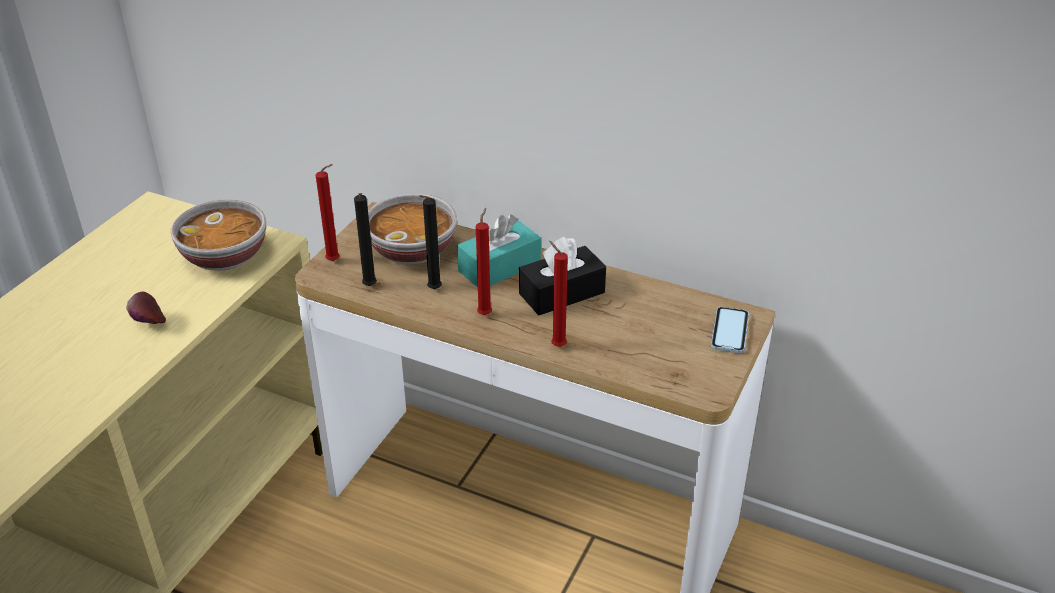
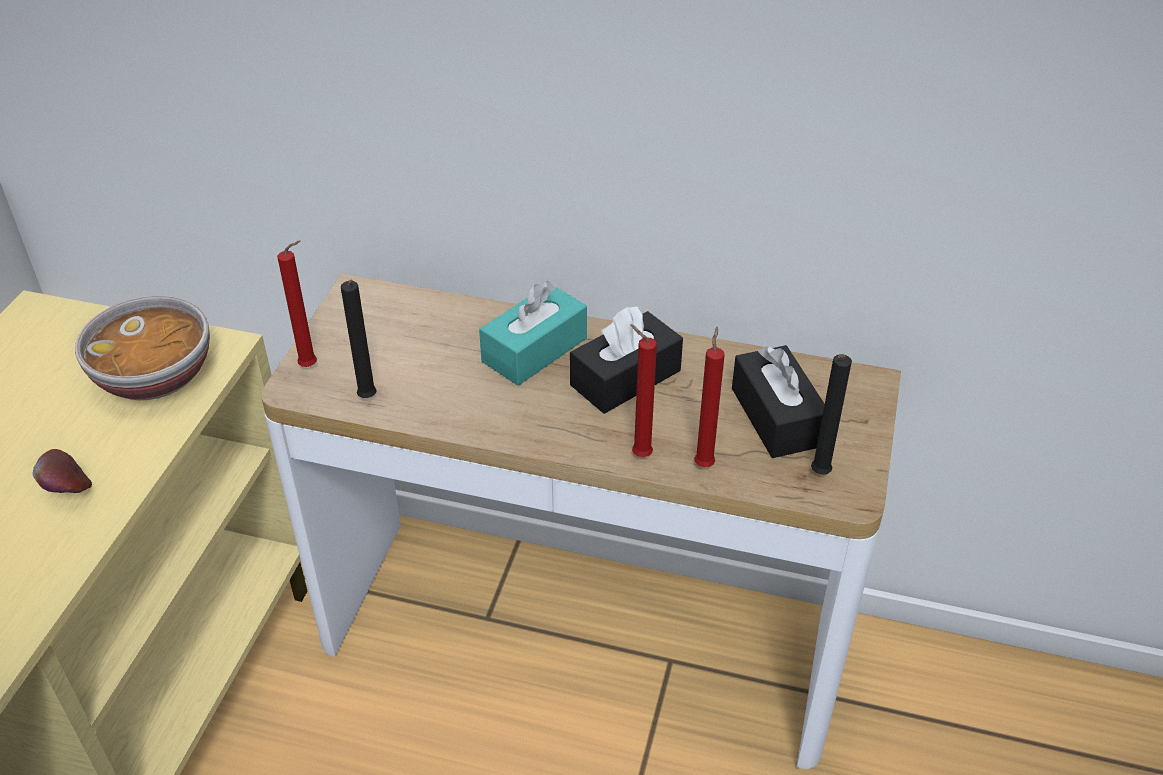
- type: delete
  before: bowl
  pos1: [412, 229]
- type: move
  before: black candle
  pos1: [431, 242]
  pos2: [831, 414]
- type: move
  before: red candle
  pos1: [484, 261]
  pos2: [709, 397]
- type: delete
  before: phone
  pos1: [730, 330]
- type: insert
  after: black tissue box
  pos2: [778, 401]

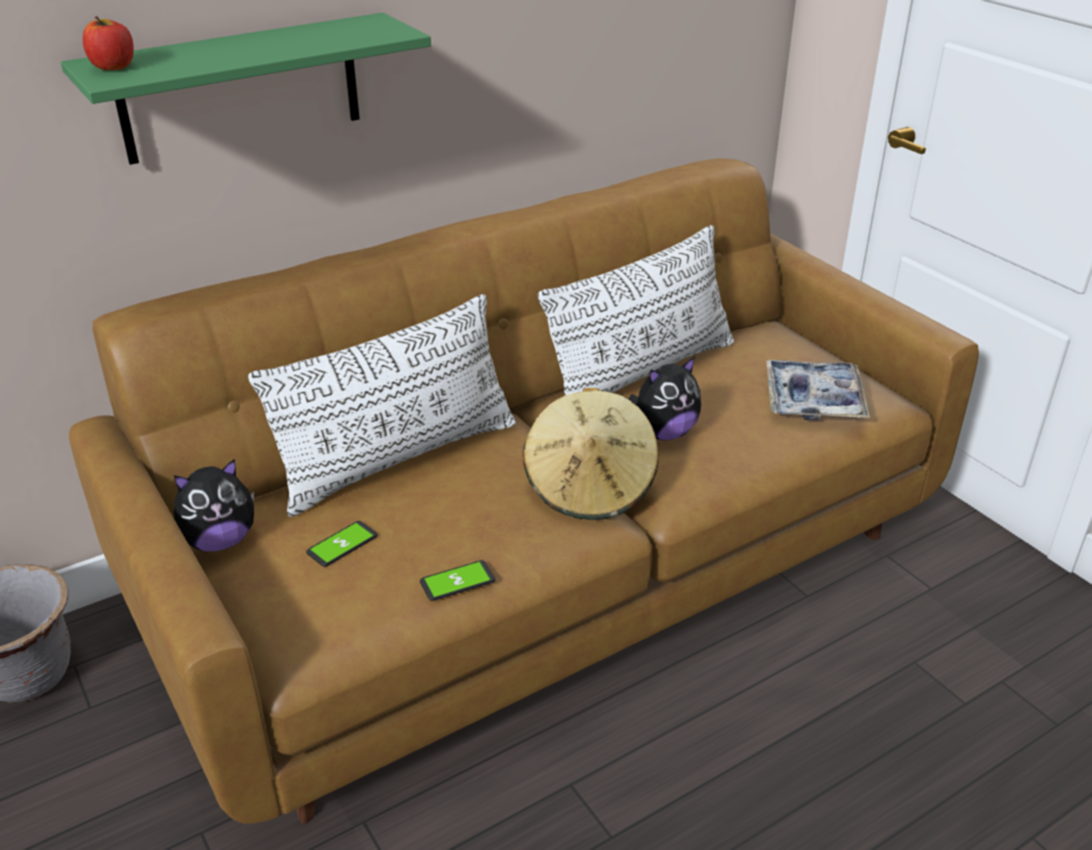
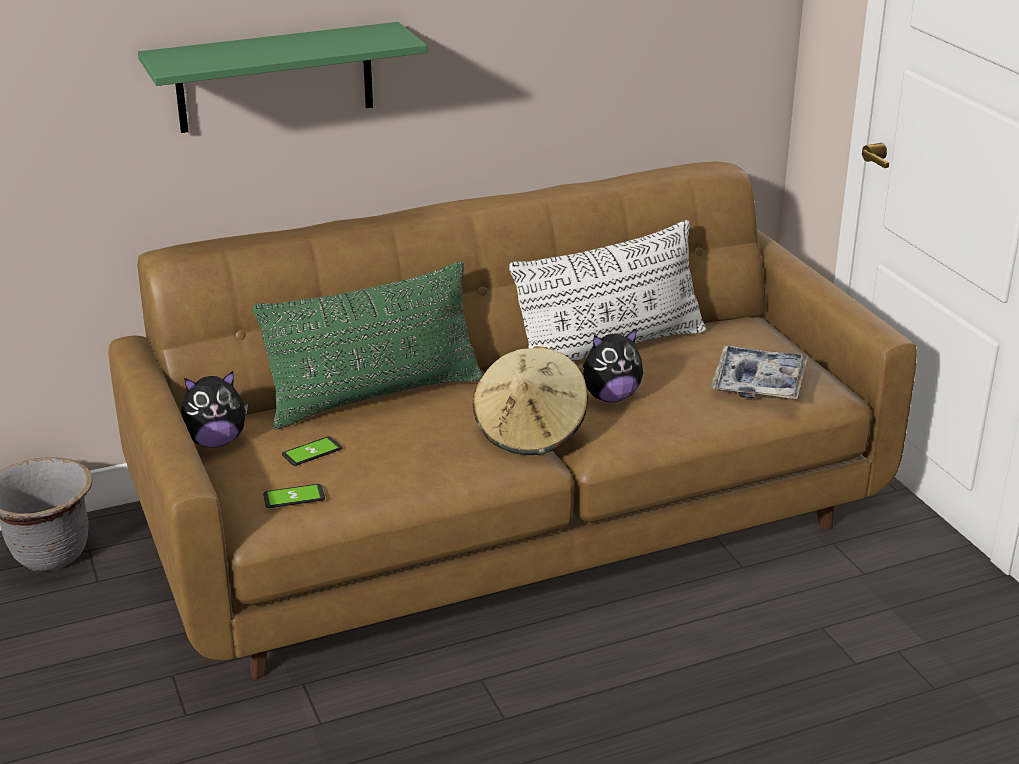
- type: delete
  before: apple
  pos1: [108, 43]
- type: recolor
  before: white pillow
  after: green pillow
  pos1: [382, 405]
  pos2: [368, 345]
- type: move
  before: phone
  pos1: [457, 580]
  pos2: [294, 496]

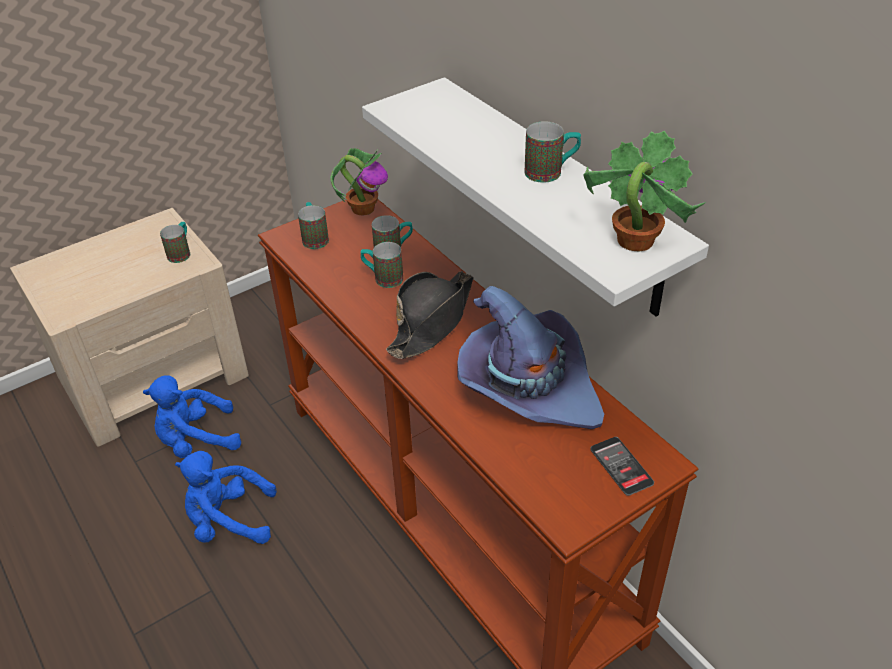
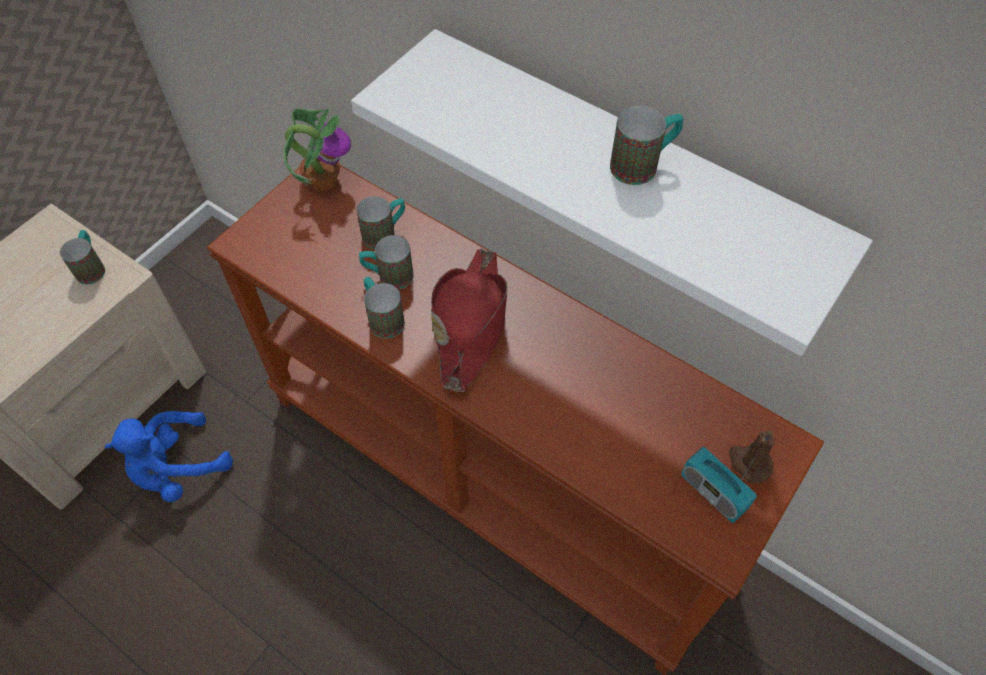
- type: delete
  before: potted plant
  pos1: [644, 191]
- type: move
  before: mug
  pos1: [313, 225]
  pos2: [384, 308]
- type: recolor
  before: black hat
  after: red hat
  pos1: [429, 315]
  pos2: [469, 320]
- type: delete
  before: purple hat
  pos1: [530, 357]
- type: replace
  before: phone
  after: brown candle
  pos1: [622, 466]
  pos2: [751, 456]
- type: delete
  before: blue plush toy
  pos1: [226, 497]
- type: insert
  after: radio
  pos2: [720, 485]

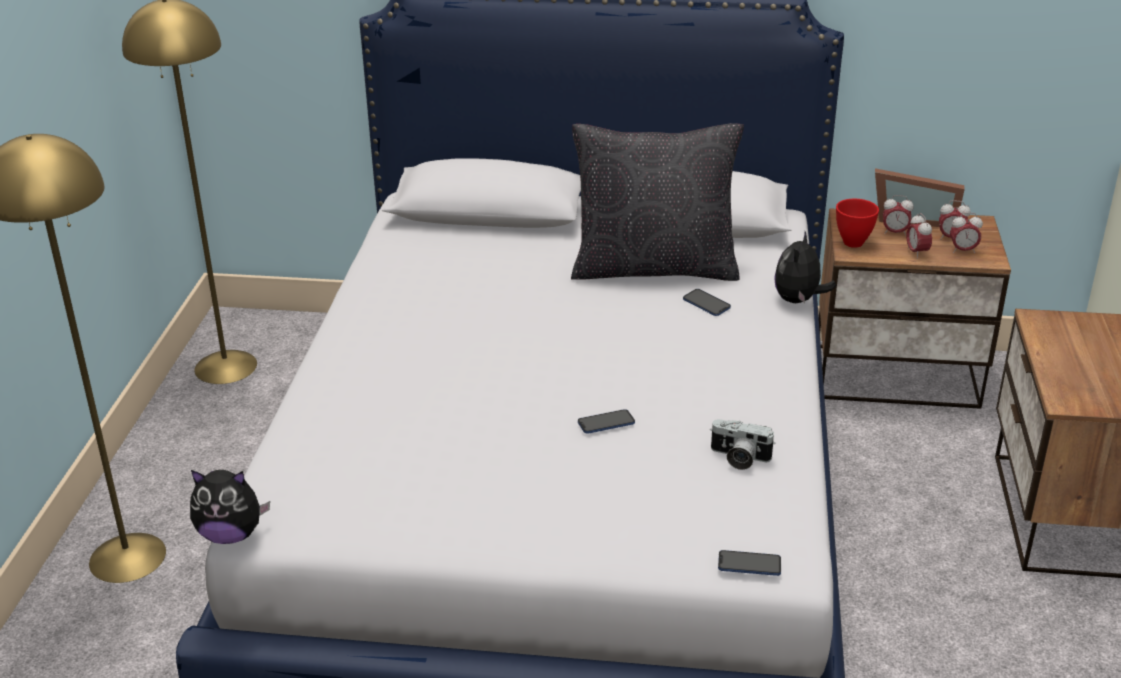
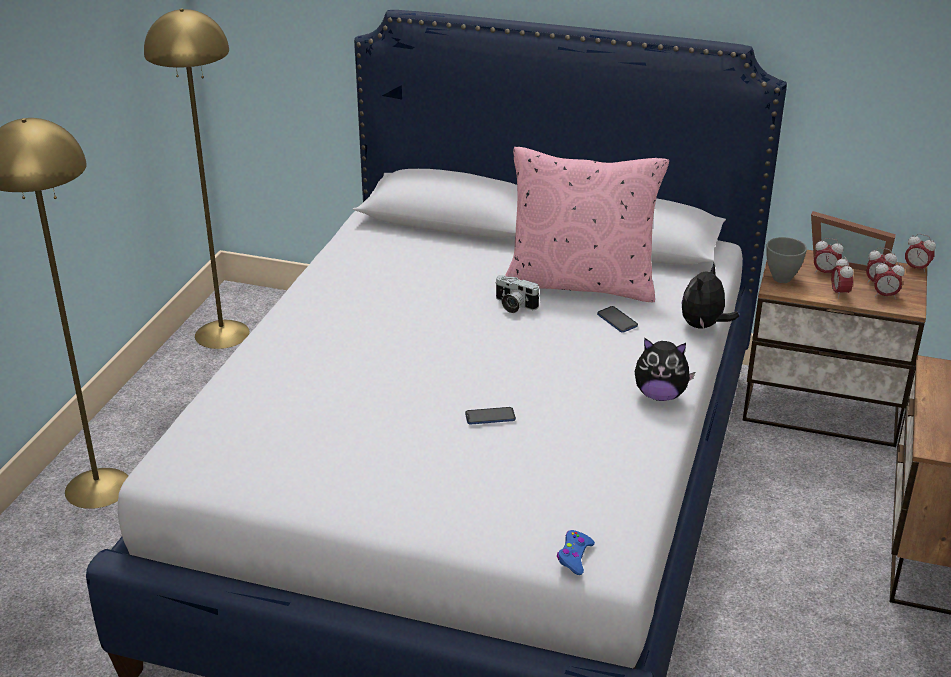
- type: recolor
  before: black pillow
  after: pink pillow
  pos1: [657, 202]
  pos2: [587, 224]
- type: recolor
  before: red bowl
  after: grey bowl
  pos1: [857, 223]
  pos2: [786, 260]
- type: move
  before: photo camera
  pos1: [743, 444]
  pos2: [517, 294]
- type: move
  before: plush toy
  pos1: [230, 507]
  pos2: [665, 369]
- type: replace
  before: phone
  after: blue game controller
  pos1: [749, 563]
  pos2: [576, 552]
- type: insert
  after: alarm clock
  pos2: [920, 253]

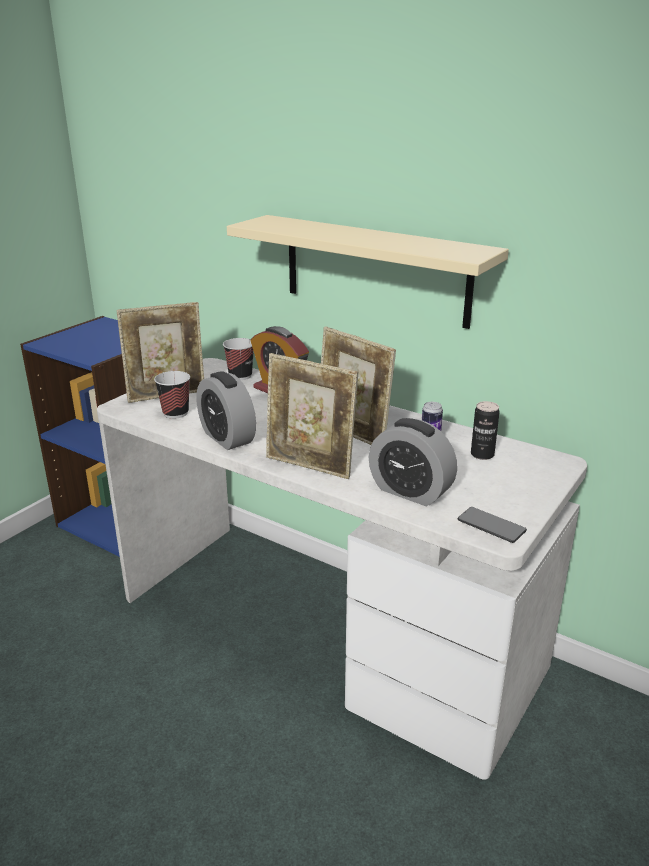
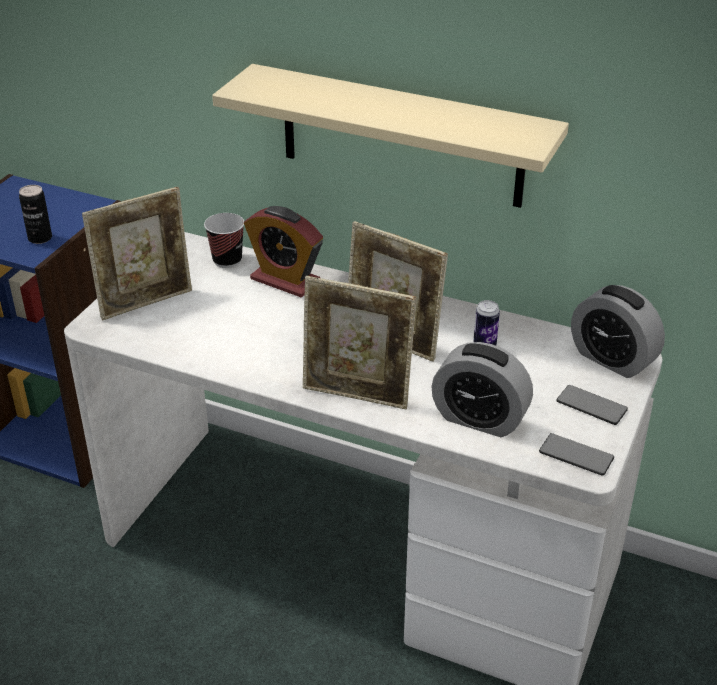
- type: delete
  before: cup
  pos1: [172, 395]
- type: move
  before: alarm clock
  pos1: [226, 410]
  pos2: [618, 331]
- type: move
  before: can
  pos1: [485, 430]
  pos2: [35, 214]
- type: insert
  after: phone
  pos2: [592, 405]

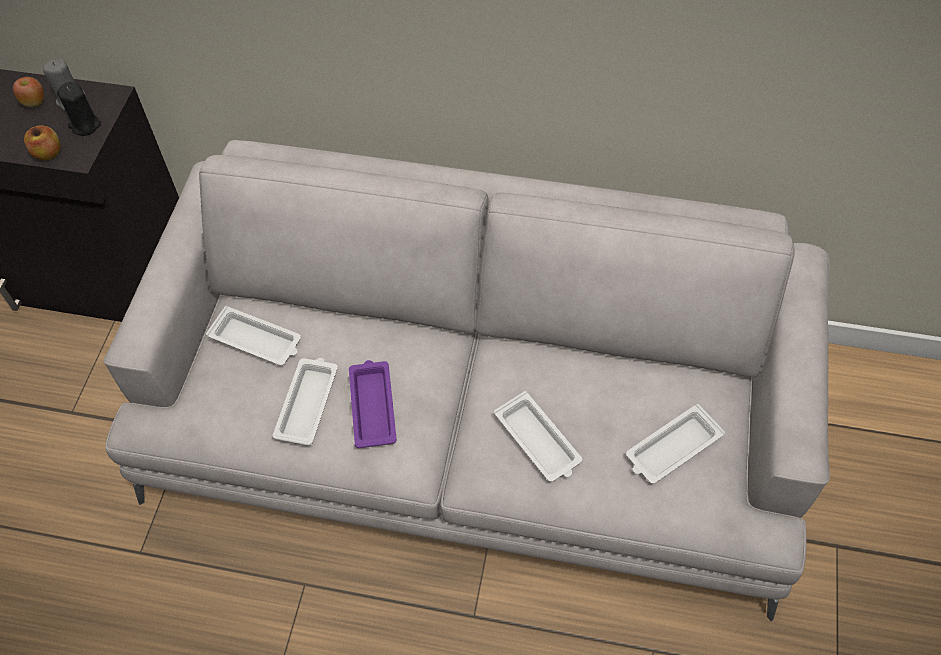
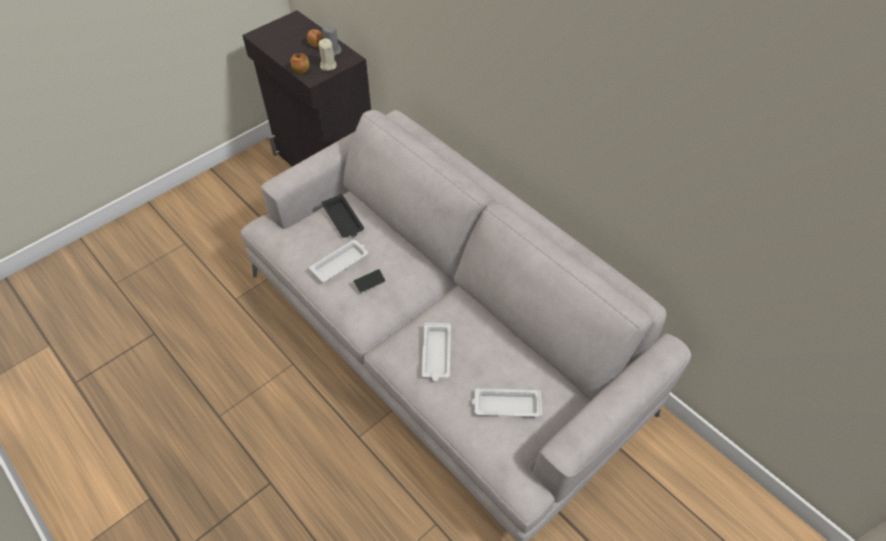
- type: recolor
  before: black candle
  after: beige candle
  pos1: [79, 109]
  pos2: [327, 54]
- type: recolor
  before: white tray
  after: black tray
  pos1: [253, 336]
  pos2: [342, 216]
- type: replace
  before: purple tray
  after: phone
  pos1: [373, 404]
  pos2: [369, 281]

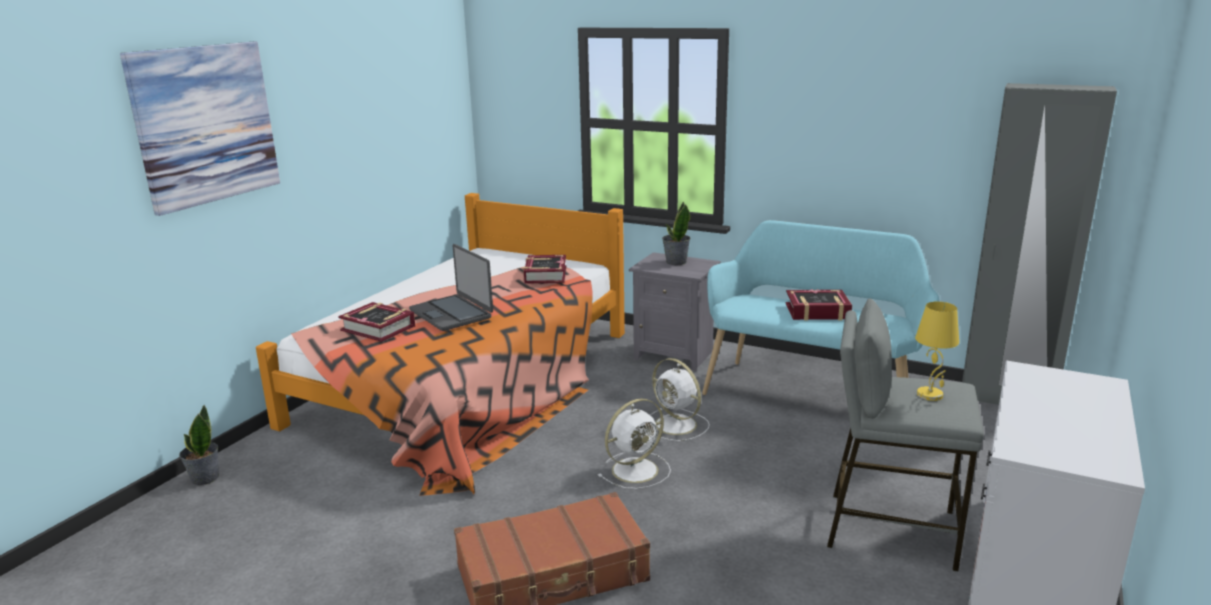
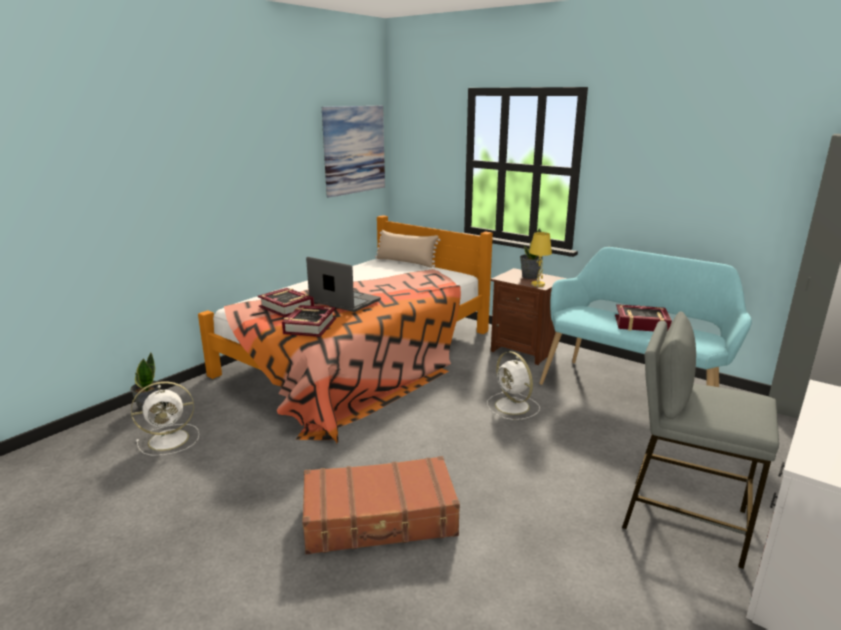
- type: move
  before: picture
  pos1: [200, 129]
  pos2: [353, 152]
- type: rotate
  before: laptop
  pos1: [451, 287]
  pos2: [343, 284]
  turn: 150
- type: recolor
  before: grey nightstand
  after: brown nightstand
  pos1: [675, 311]
  pos2: [529, 316]
- type: move
  before: book
  pos1: [544, 269]
  pos2: [309, 321]
- type: move
  before: yellow table lamp
  pos1: [937, 351]
  pos2: [540, 259]
- type: move
  before: white fan
  pos1: [634, 443]
  pos2: [165, 418]
- type: insert
  after: beige pillow
  pos2: [407, 249]

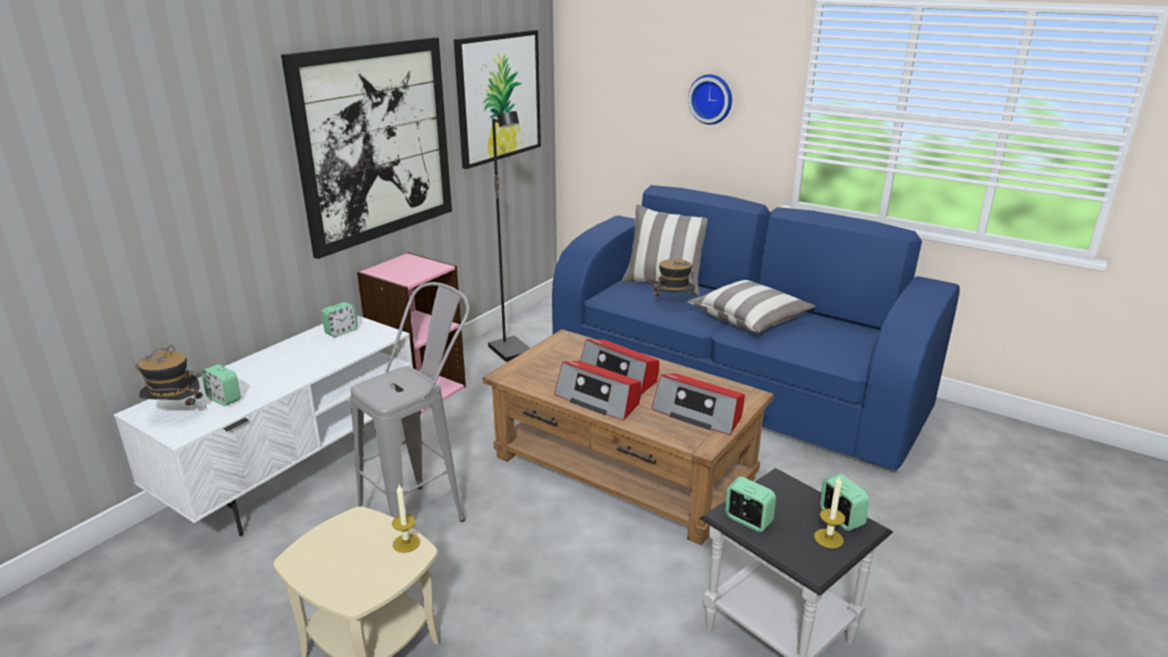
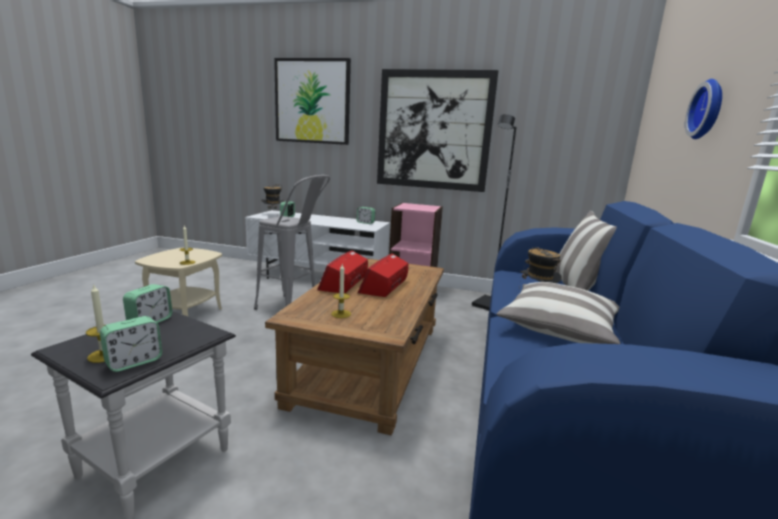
- type: move
  before: picture
  pos1: [497, 99]
  pos2: [312, 101]
- type: replace
  before: radio
  after: candle
  pos1: [698, 404]
  pos2: [341, 291]

